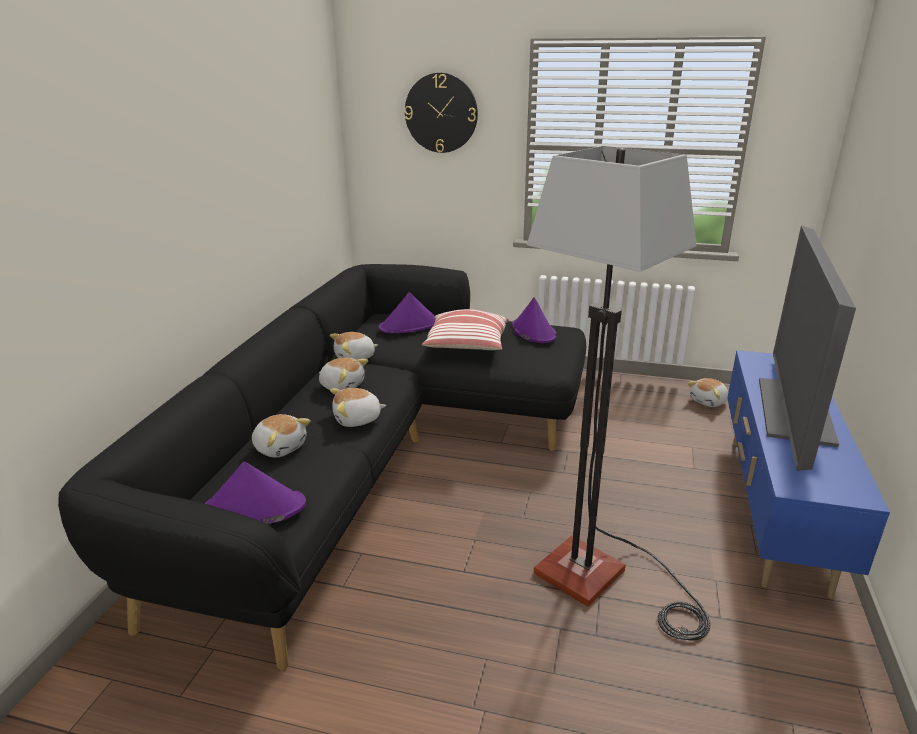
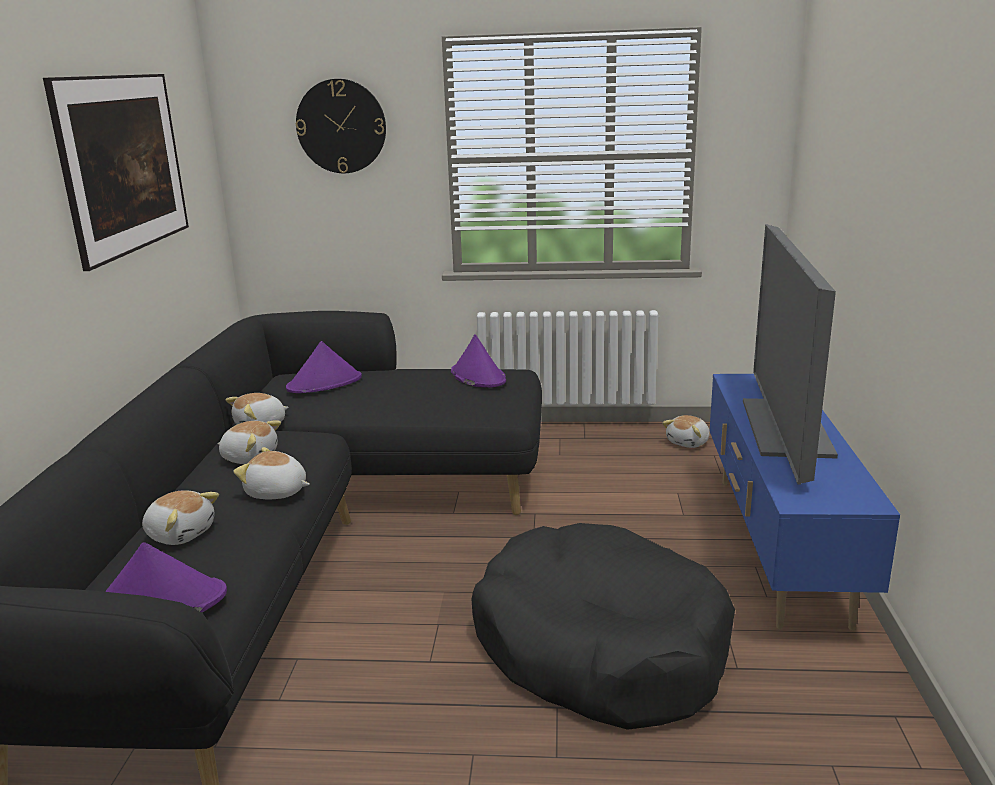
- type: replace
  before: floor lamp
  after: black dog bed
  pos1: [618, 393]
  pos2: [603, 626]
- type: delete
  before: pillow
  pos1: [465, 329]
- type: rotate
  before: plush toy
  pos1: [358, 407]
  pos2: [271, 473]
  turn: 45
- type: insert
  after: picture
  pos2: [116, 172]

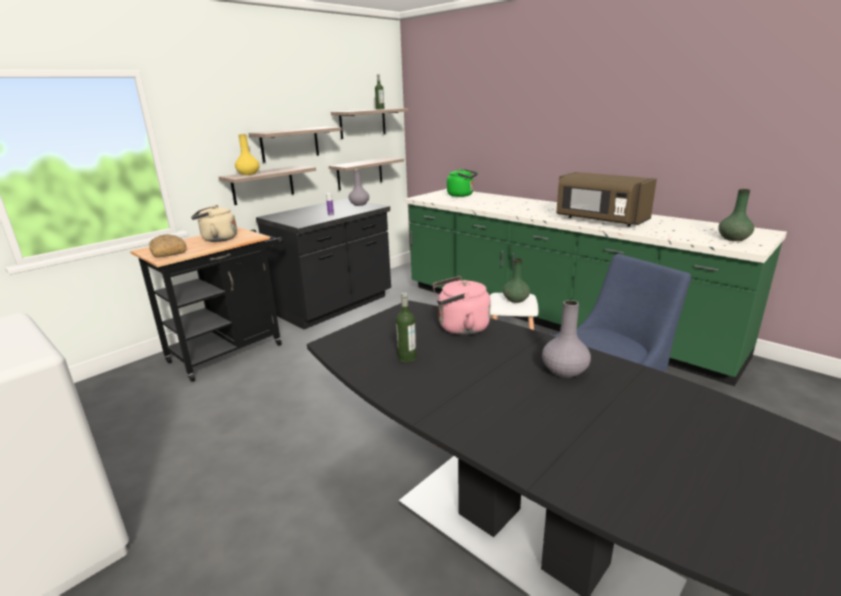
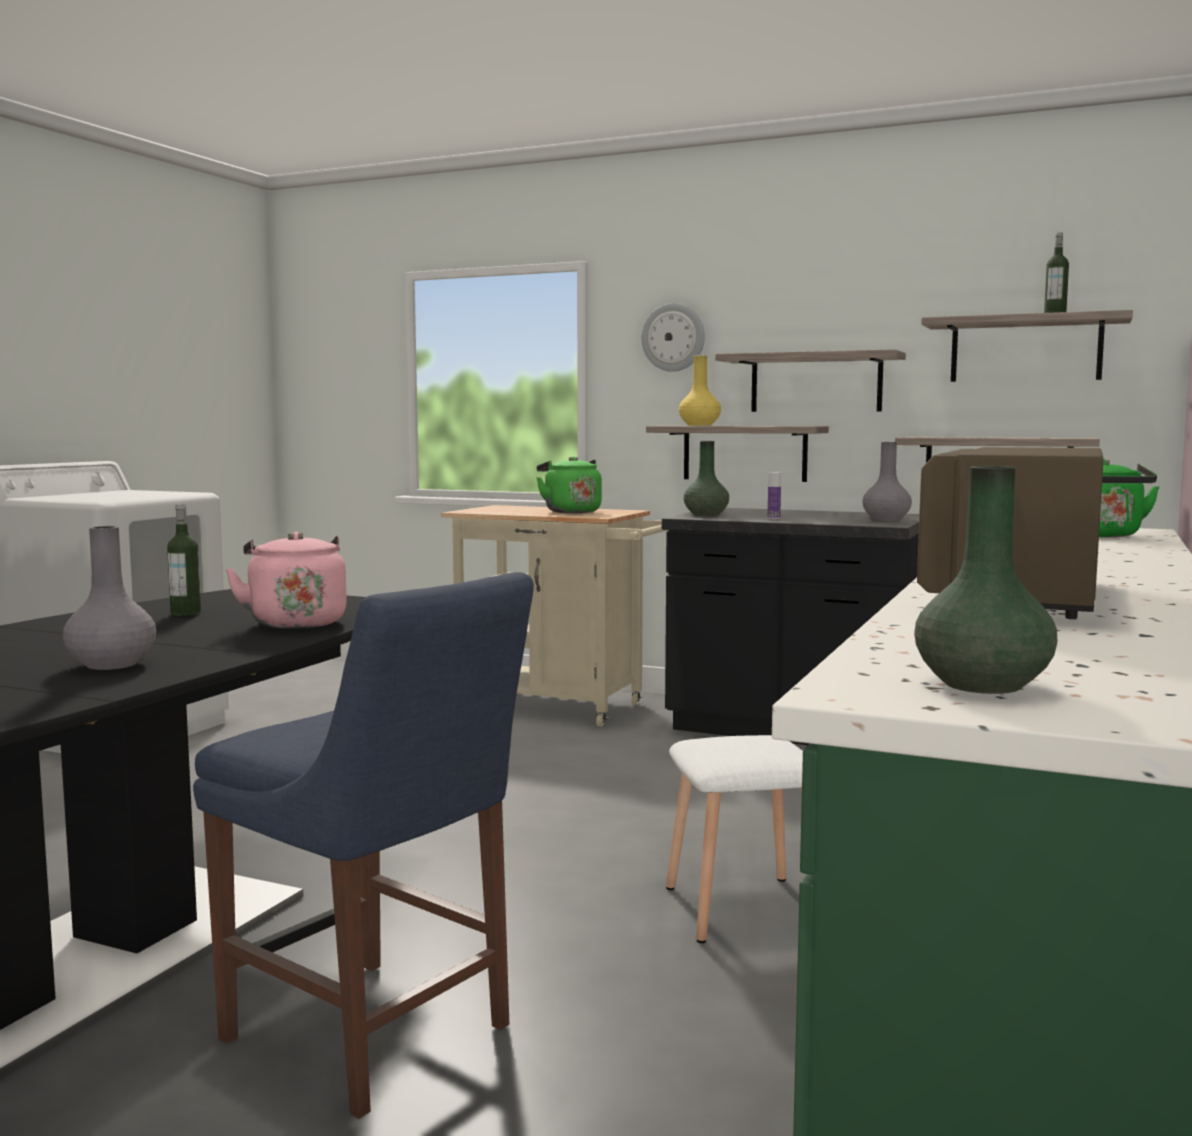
- type: recolor
  before: beige kettle
  after: green kettle
  pos1: [214, 223]
  pos2: [569, 484]
- type: recolor
  before: black cart
  after: beige cart
  pos1: [206, 304]
  pos2: [555, 616]
- type: delete
  before: bread
  pos1: [167, 245]
- type: move
  before: green vase
  pos1: [516, 280]
  pos2: [706, 478]
- type: insert
  after: wall clock
  pos2: [673, 337]

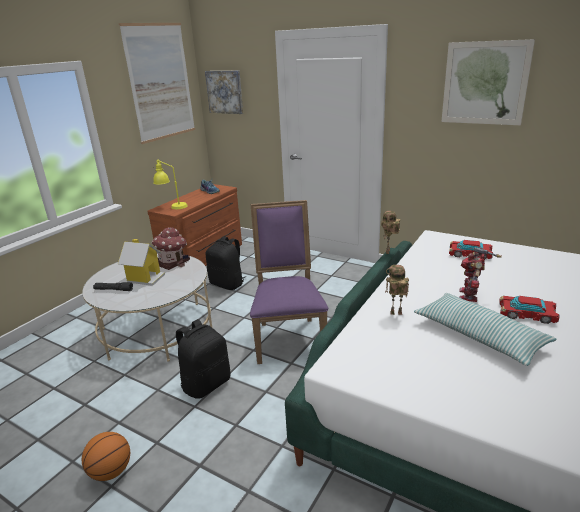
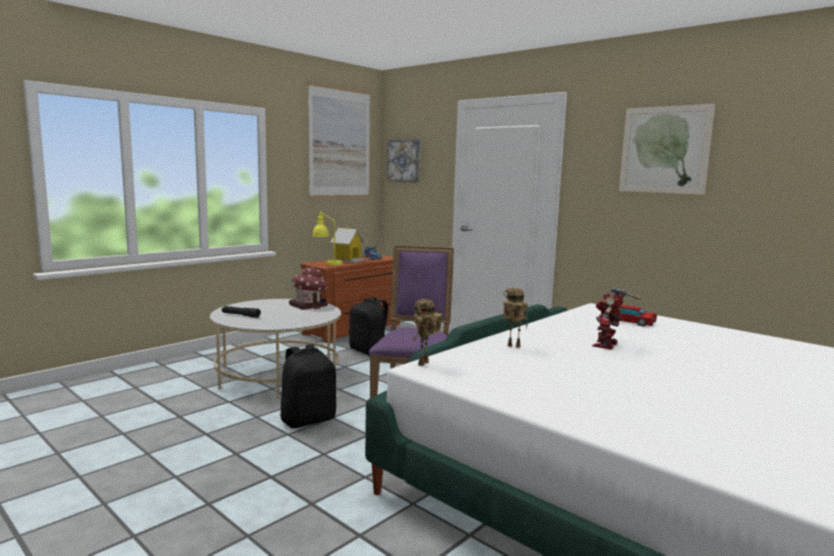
- type: move
  before: toy robot
  pos1: [390, 232]
  pos2: [427, 332]
- type: move
  before: toy house
  pos1: [141, 262]
  pos2: [347, 245]
- type: delete
  before: pillow
  pos1: [485, 329]
- type: delete
  before: toy car
  pos1: [529, 310]
- type: delete
  before: basketball
  pos1: [106, 456]

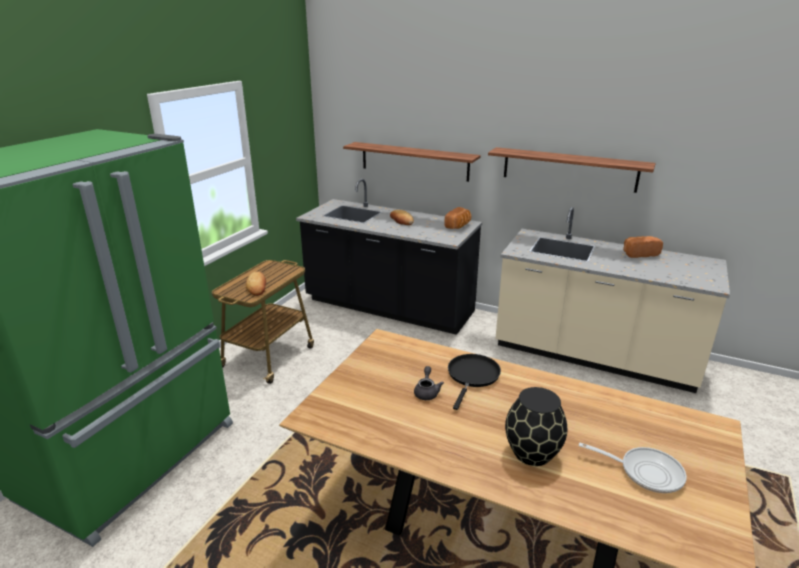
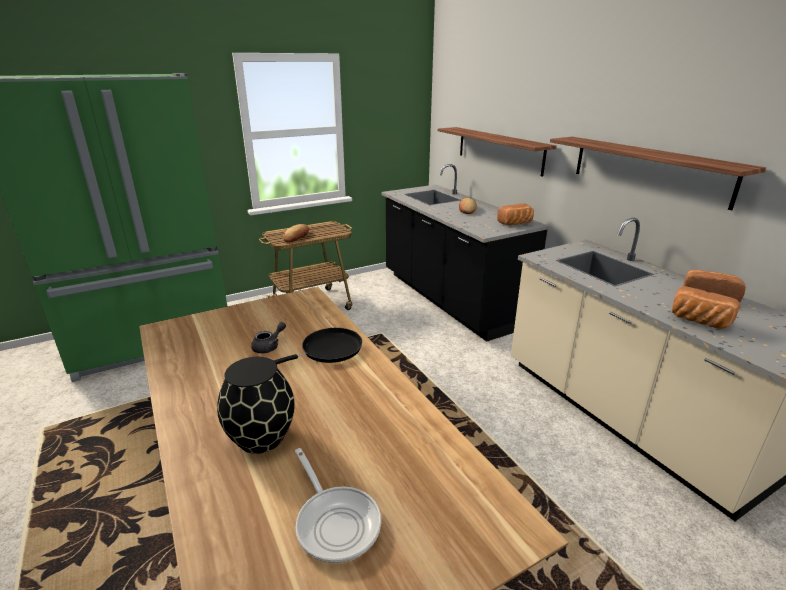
- type: insert
  after: bread
  pos2: [706, 307]

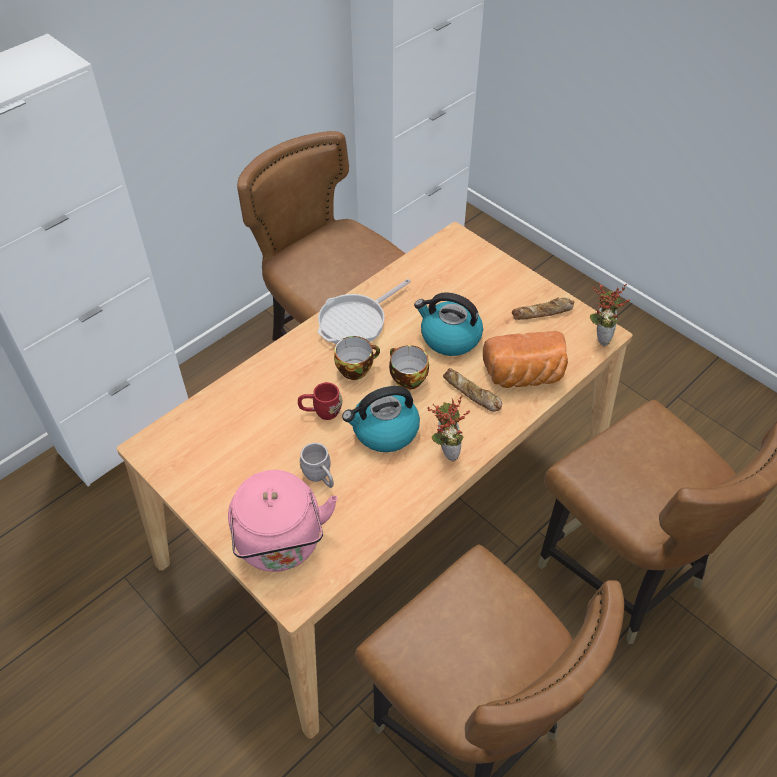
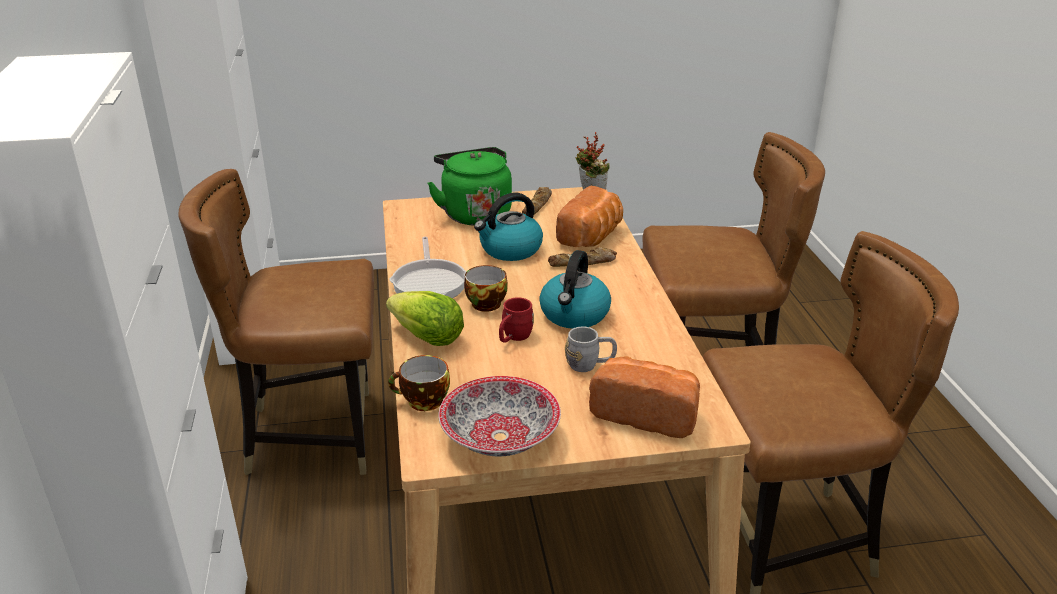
- type: move
  before: cup
  pos1: [409, 367]
  pos2: [419, 383]
- type: delete
  before: potted plant
  pos1: [448, 429]
- type: replace
  before: pink kettle
  after: bread
  pos1: [282, 521]
  pos2: [644, 397]
- type: insert
  after: green kettle
  pos2: [470, 186]
- type: insert
  after: lettuce
  pos2: [425, 318]
- type: insert
  after: bowl
  pos2: [499, 416]

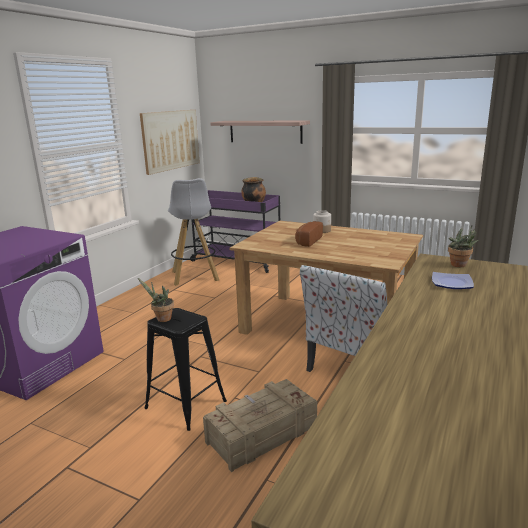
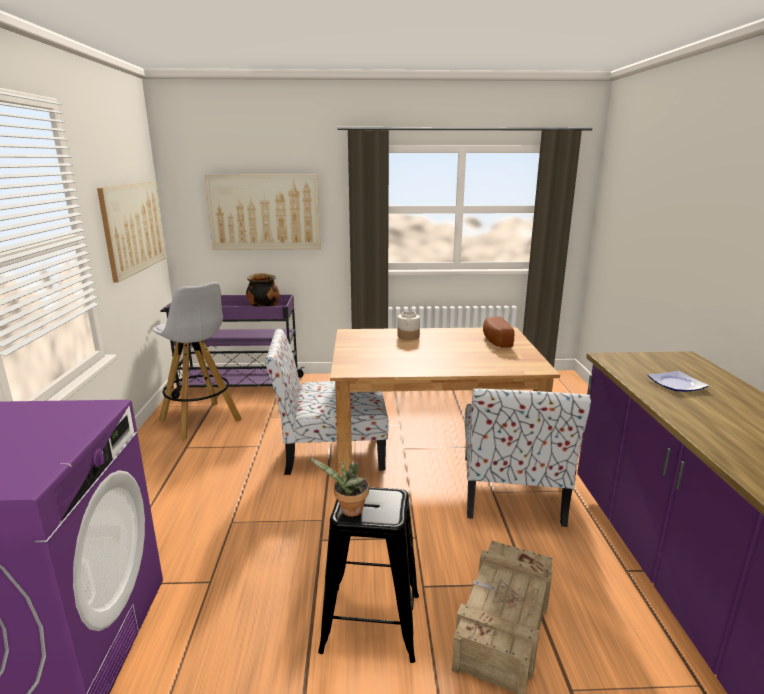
- type: replace
  before: shelf
  after: picture
  pos1: [260, 132]
  pos2: [263, 212]
- type: move
  before: bread
  pos1: [309, 234]
  pos2: [498, 332]
- type: delete
  before: potted plant
  pos1: [463, 246]
- type: insert
  after: chair
  pos2: [327, 401]

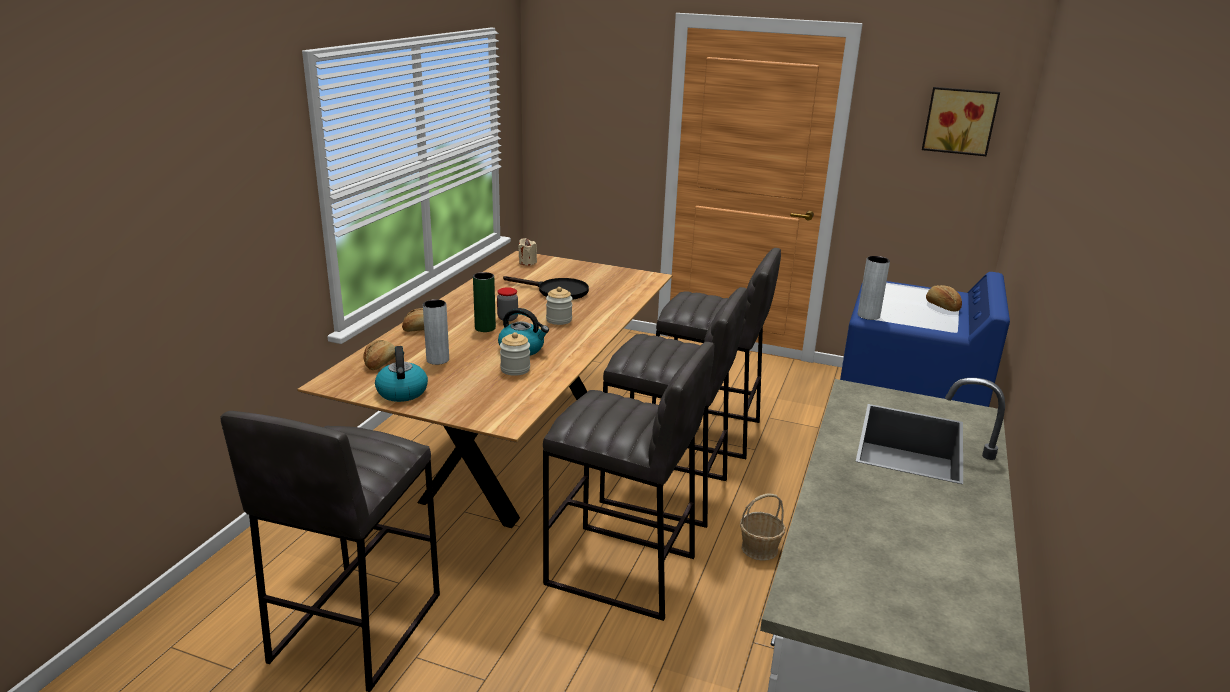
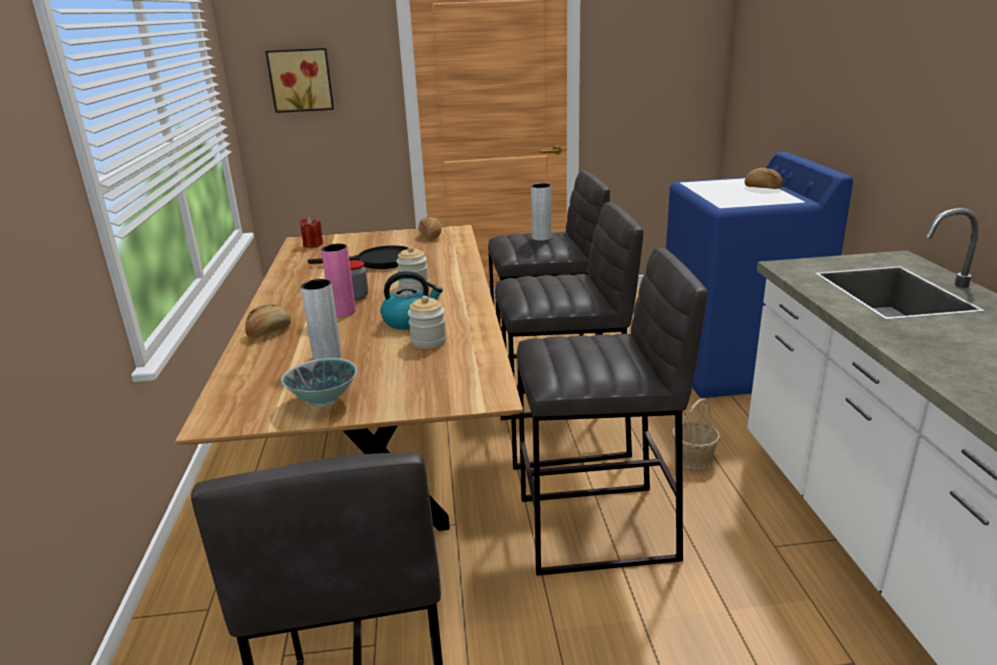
- type: move
  before: picture
  pos1: [961, 121]
  pos2: [299, 80]
- type: recolor
  before: beige candle
  after: red candle
  pos1: [527, 252]
  pos2: [311, 232]
- type: move
  before: grey vase
  pos1: [874, 288]
  pos2: [541, 212]
- type: recolor
  before: green vase
  after: pink vase
  pos1: [484, 302]
  pos2: [338, 280]
- type: move
  before: bread
  pos1: [379, 355]
  pos2: [430, 228]
- type: replace
  before: kettle
  after: bowl
  pos1: [401, 374]
  pos2: [319, 383]

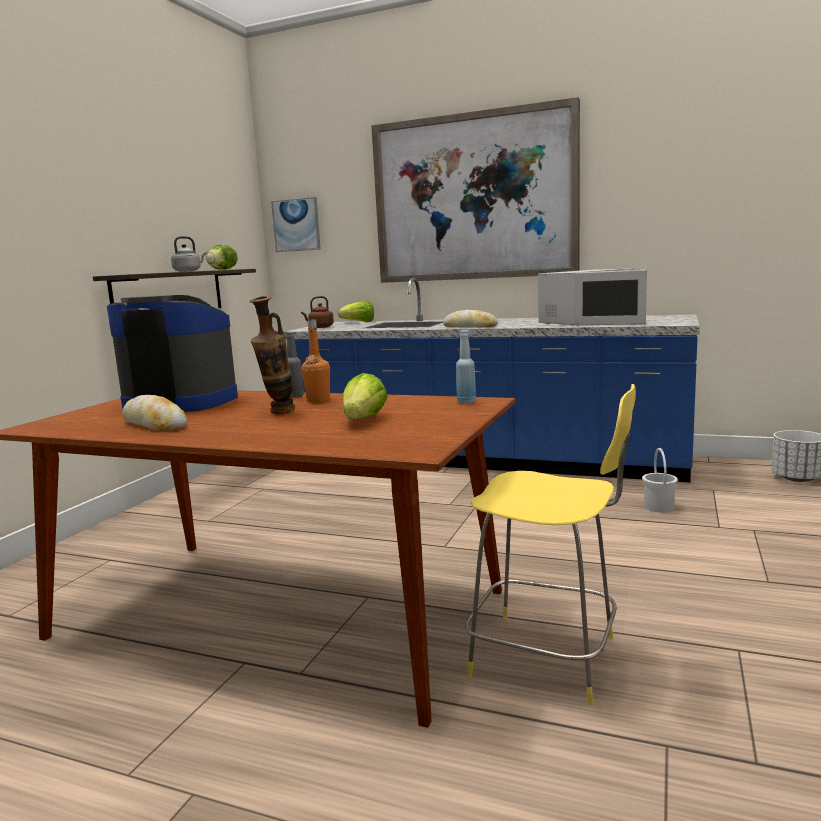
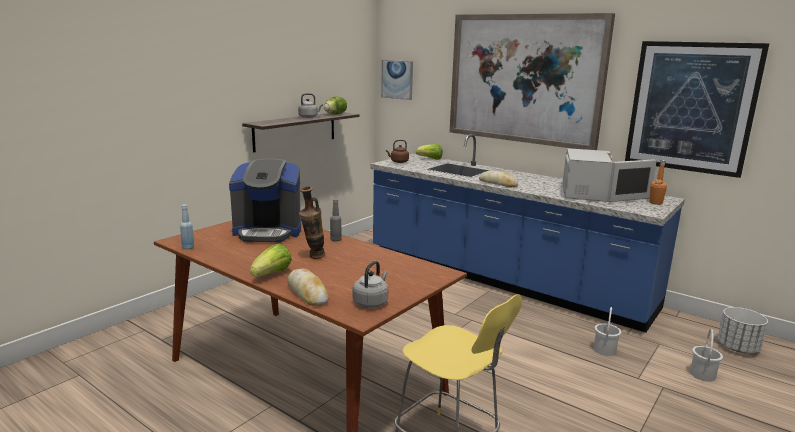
- type: rotate
  before: white microwave
  pos1: [592, 297]
  pos2: [610, 175]
  turn: -60
- type: rotate
  before: coffee machine
  pos1: [172, 353]
  pos2: [265, 200]
  turn: 150
- type: move
  before: orange bottle
  pos1: [316, 361]
  pos2: [658, 182]
- type: move
  before: blue bottle
  pos1: [466, 367]
  pos2: [187, 226]
- type: move
  before: lettuce
  pos1: [365, 396]
  pos2: [271, 260]
- type: move
  before: bread
  pos1: [154, 413]
  pos2: [308, 287]
- type: insert
  after: picture
  pos2: [697, 109]
- type: insert
  after: grey kettle
  pos2: [370, 284]
- type: insert
  after: white bucket
  pos2: [706, 355]

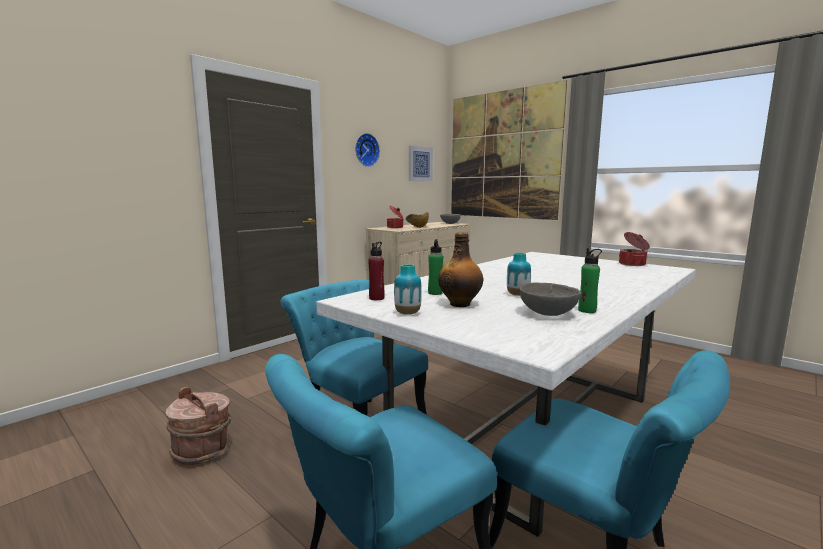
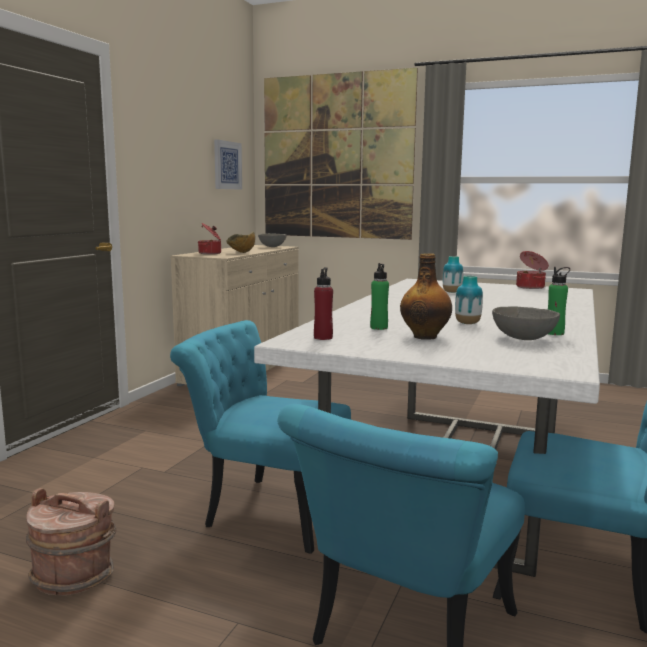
- type: delete
  before: wall clock
  pos1: [367, 150]
- type: move
  before: vase
  pos1: [408, 289]
  pos2: [453, 274]

